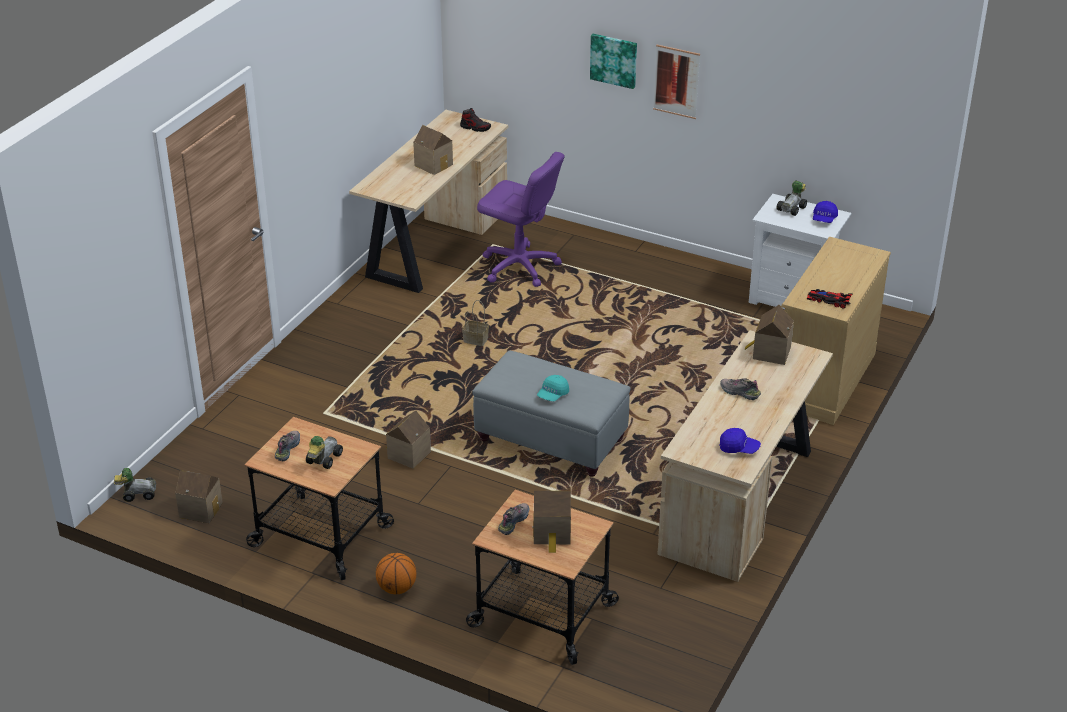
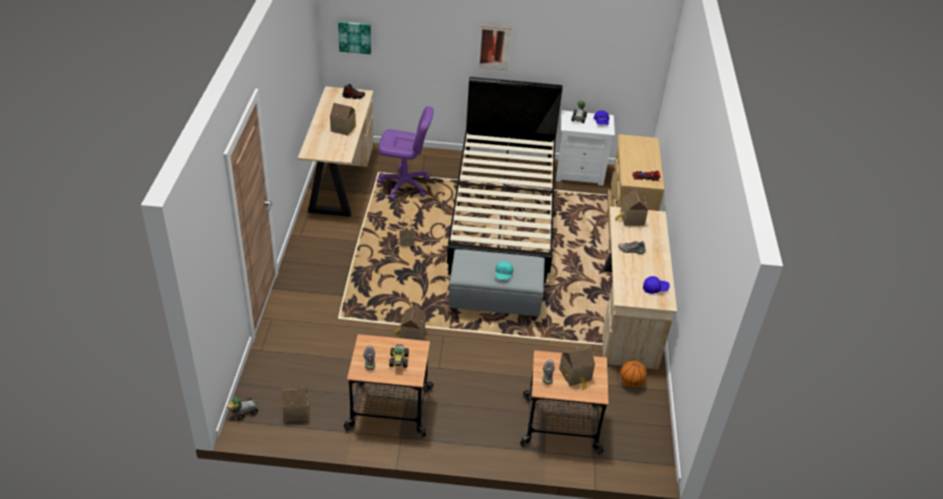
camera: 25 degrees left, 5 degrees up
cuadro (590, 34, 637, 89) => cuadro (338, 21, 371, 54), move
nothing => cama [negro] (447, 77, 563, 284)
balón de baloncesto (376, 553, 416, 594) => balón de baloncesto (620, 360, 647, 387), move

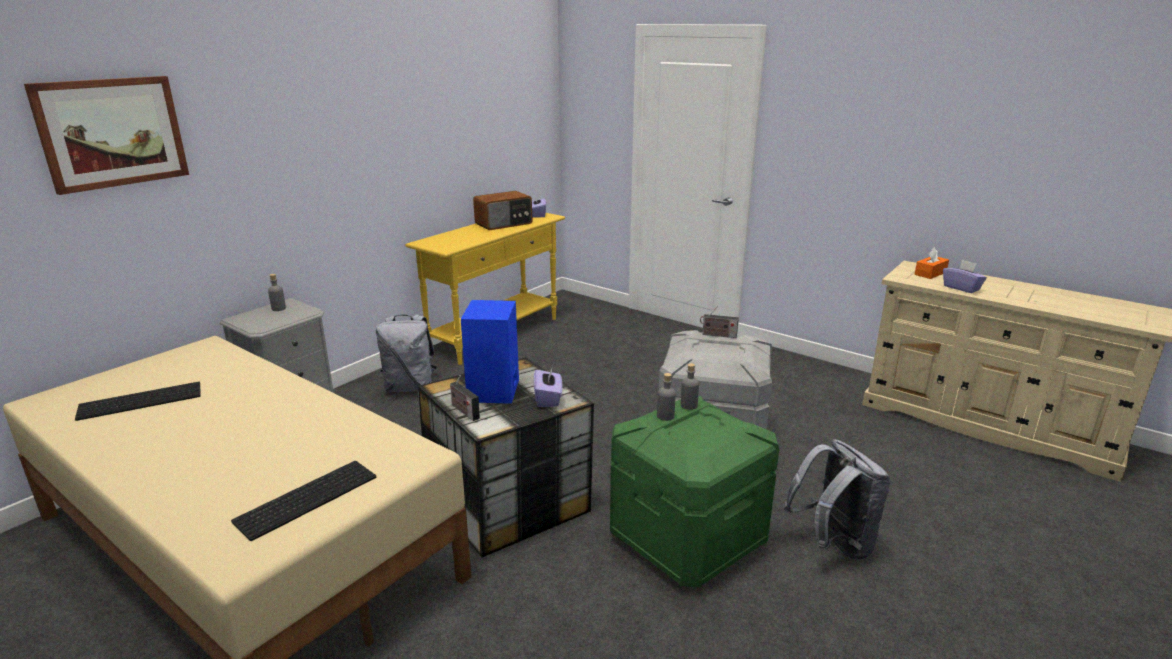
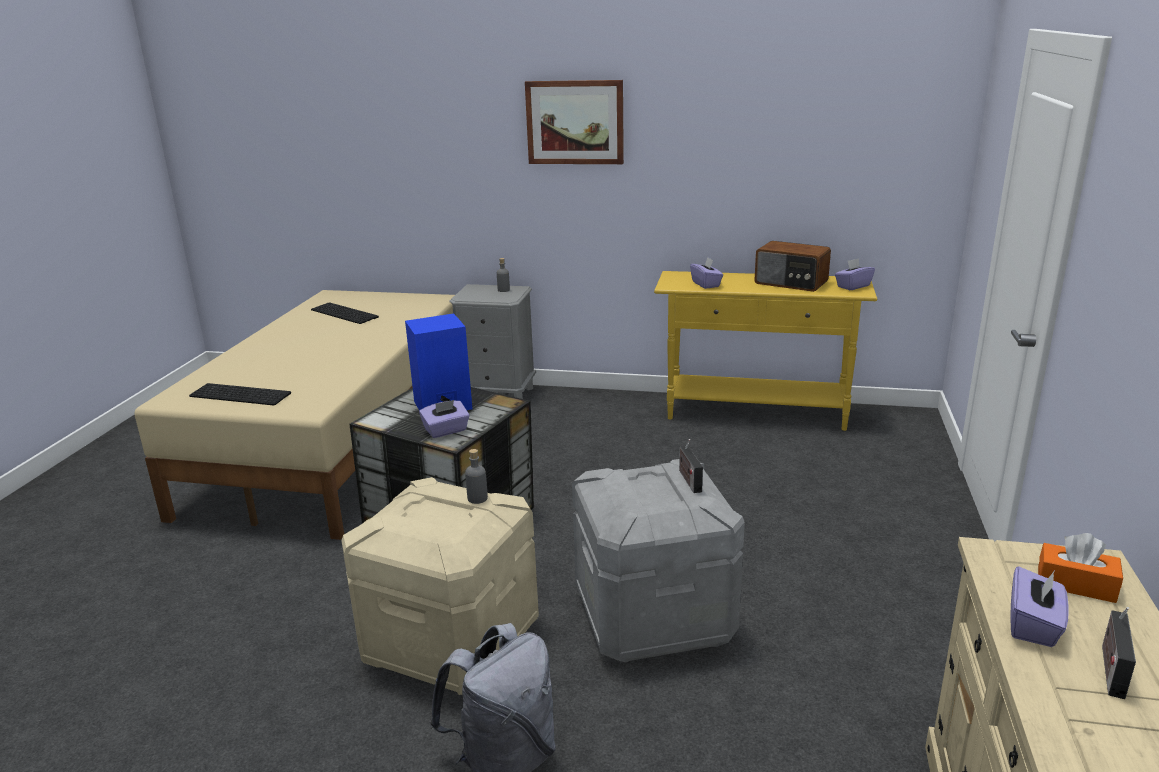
camera: 65 degrees right, 0 degrees up
caja de almacenaje [verde] (610, 396, 779, 587) => caja de almacenaje [beis] (341, 477, 539, 695)
cuadro (24, 76, 189, 195) => cuadro (525, 80, 624, 164), move
nothing => caja de pañuelos [morado] (690, 257, 723, 289)
radio (450, 376, 480, 421) => radio (1102, 607, 1136, 699), move
mochila [gris] (376, 314, 437, 392) => nothing
botella [gris] (657, 373, 676, 421) => nothing

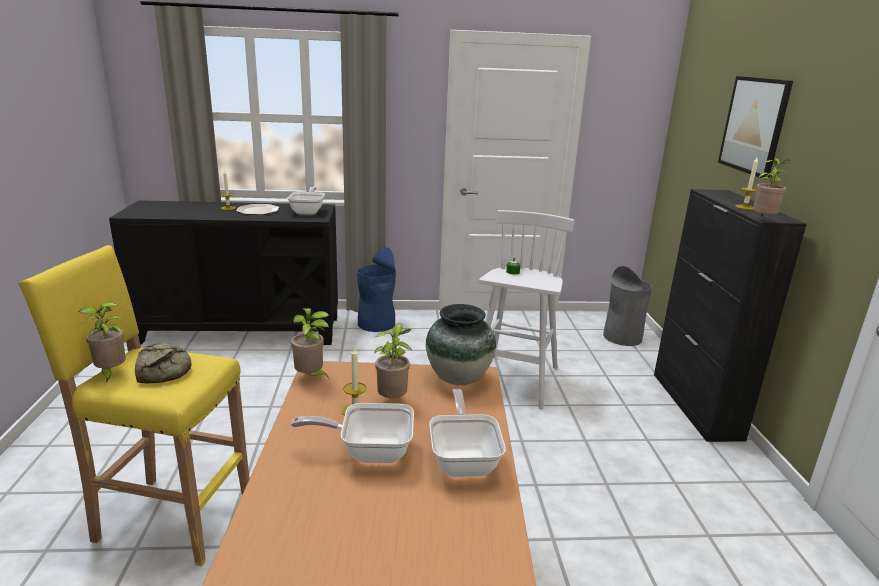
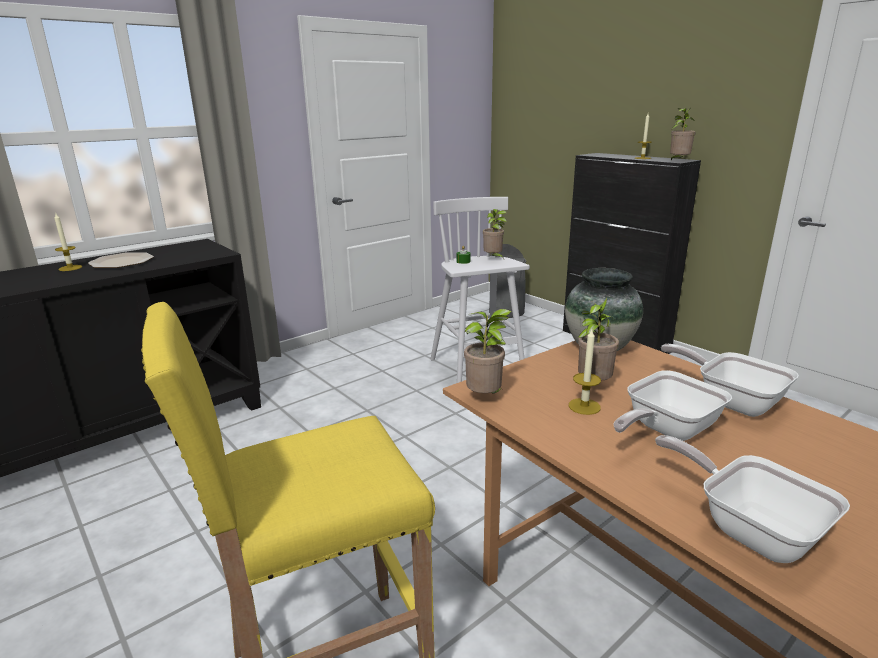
camera: 35 degrees left, 0 degrees up
planta en maceta (79, 302, 126, 383) => planta en maceta (483, 209, 507, 259), move
sartén (287, 187, 325, 215) => sartén (655, 435, 850, 563), move
pan (135, 343, 192, 383) => nothing
papelera [azul] (357, 247, 396, 332) => nothing
cuadro (718, 76, 793, 179) => nothing

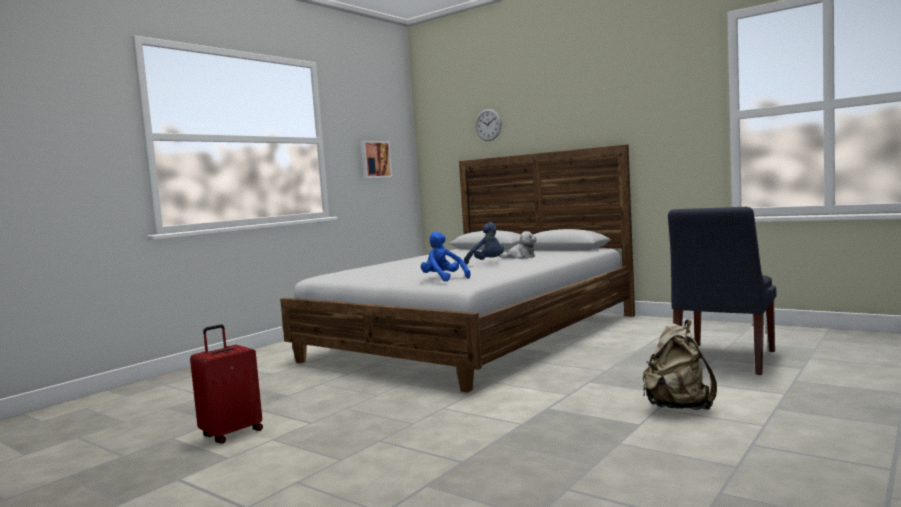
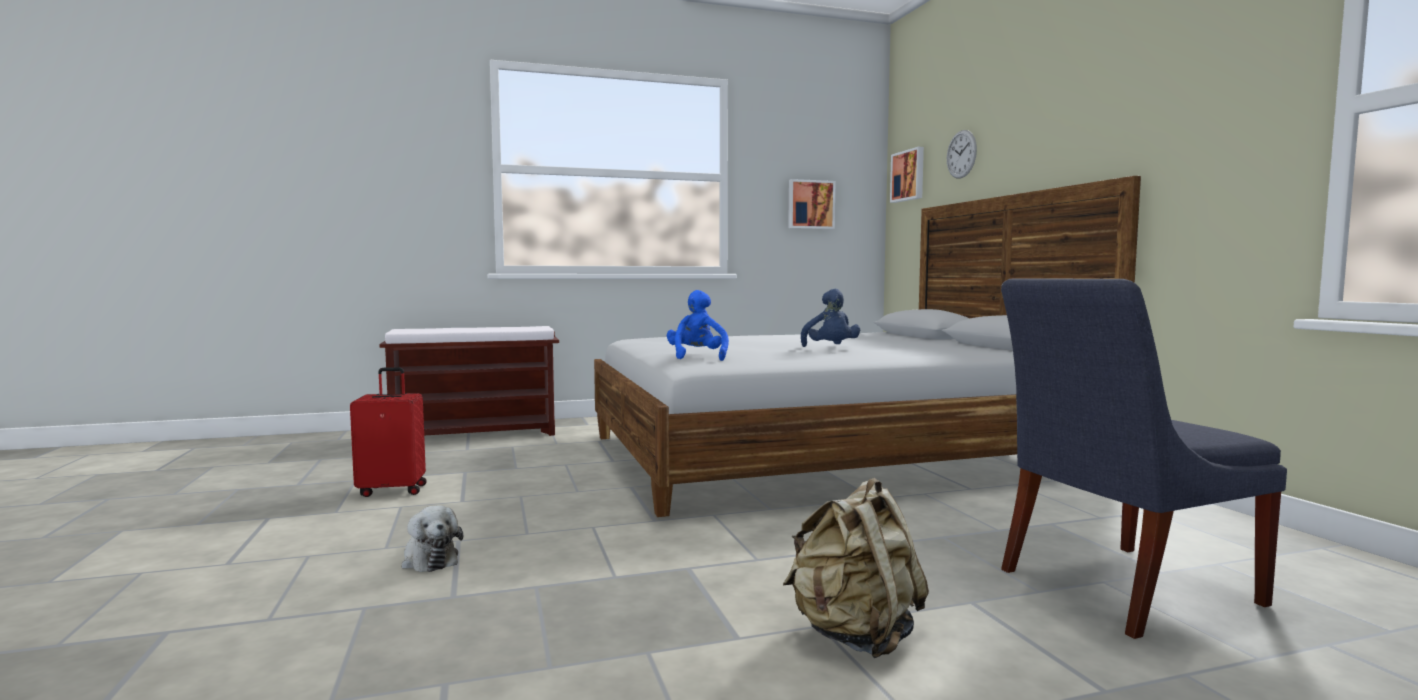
camera: 35 degrees right, 0 degrees up
nothing => banco [marrón] (379, 326, 559, 436)
peluche (499, 231, 537, 259) => peluche (401, 505, 463, 572), move
nothing => cuadro (890, 147, 924, 203)

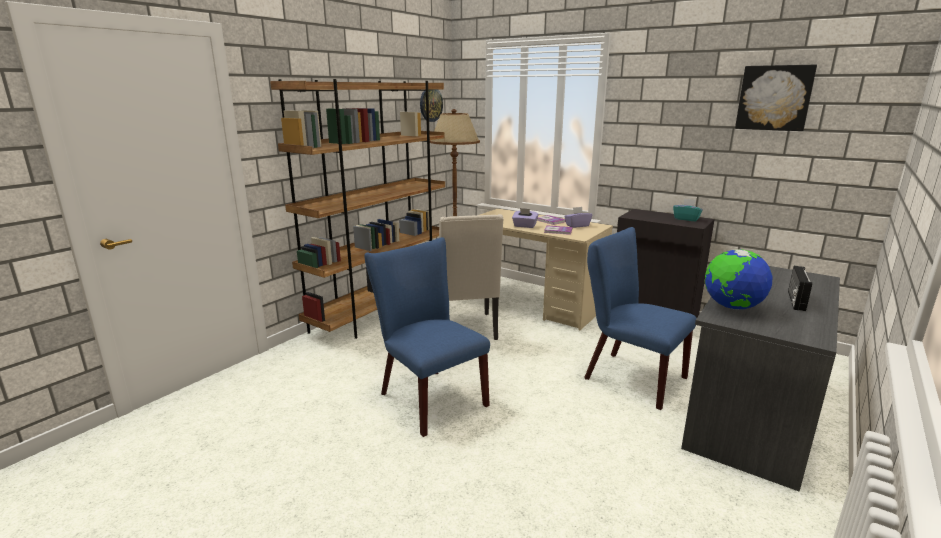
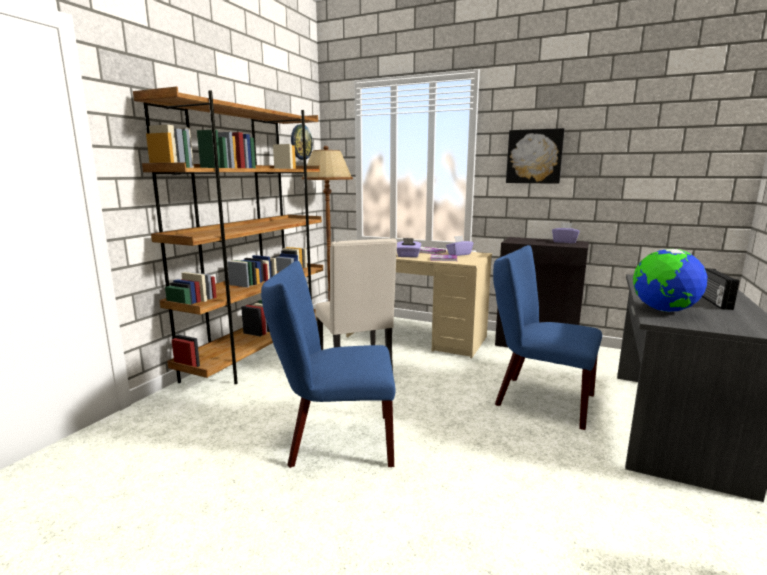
camera: 10 degrees left, 5 degrees down
silla [azul] (364, 237, 490, 437) => silla [azul] (261, 261, 396, 468), 45 degrees counterclockwise
cuadro (735, 65, 817, 131) => cuadro (506, 128, 565, 184), move
caja de pañuelos [turquesa] (673, 198, 703, 221) => caja de pañuelos [morado] (552, 222, 579, 243)

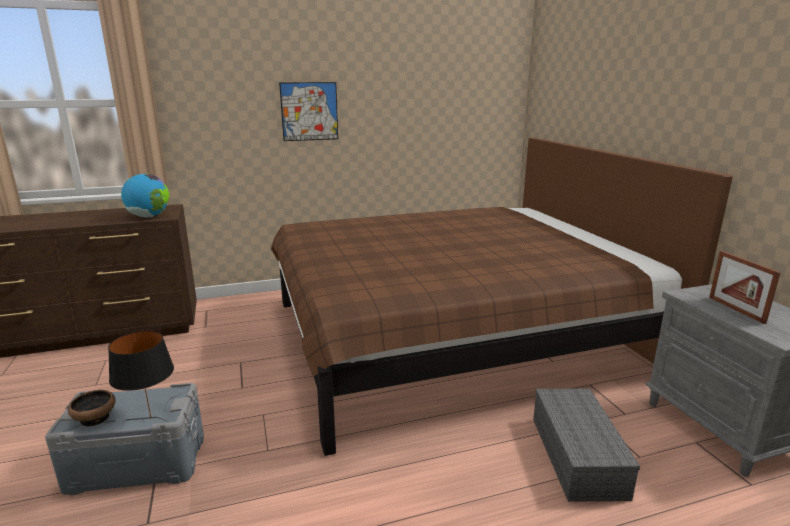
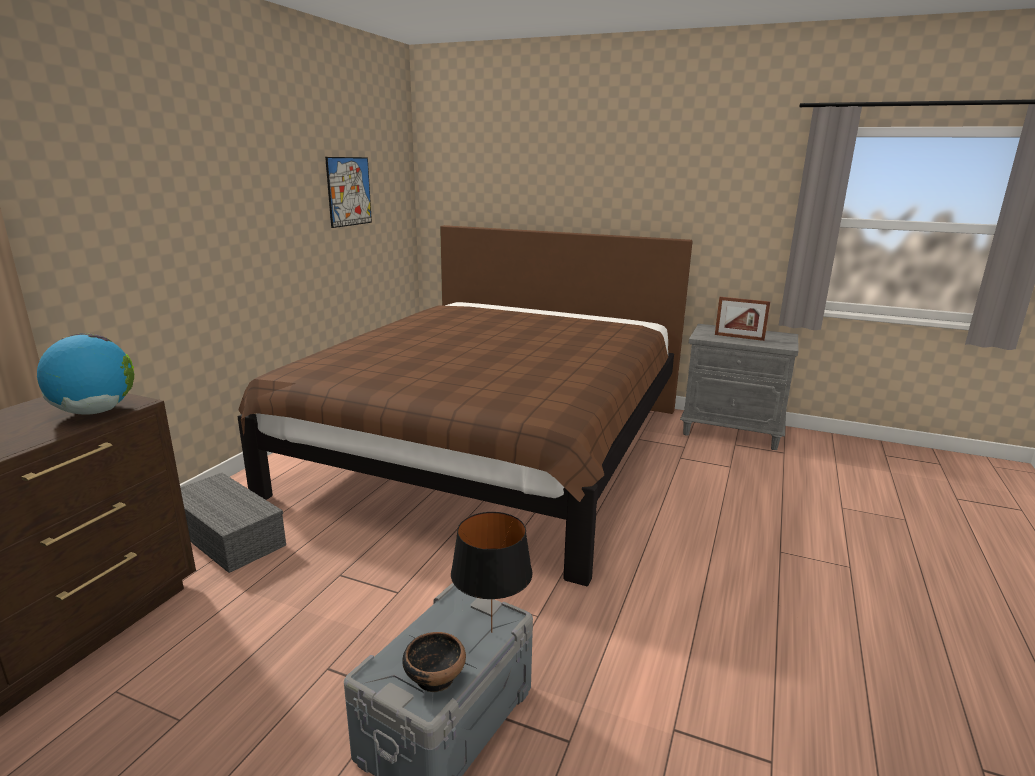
camera: 50 degrees left, 0 degrees up
caja de almacenaje [gris] (533, 388, 640, 502) => caja de almacenaje [gris] (180, 473, 286, 573), move
cuadro (279, 82, 338, 141) => cuadro (325, 157, 372, 228), move

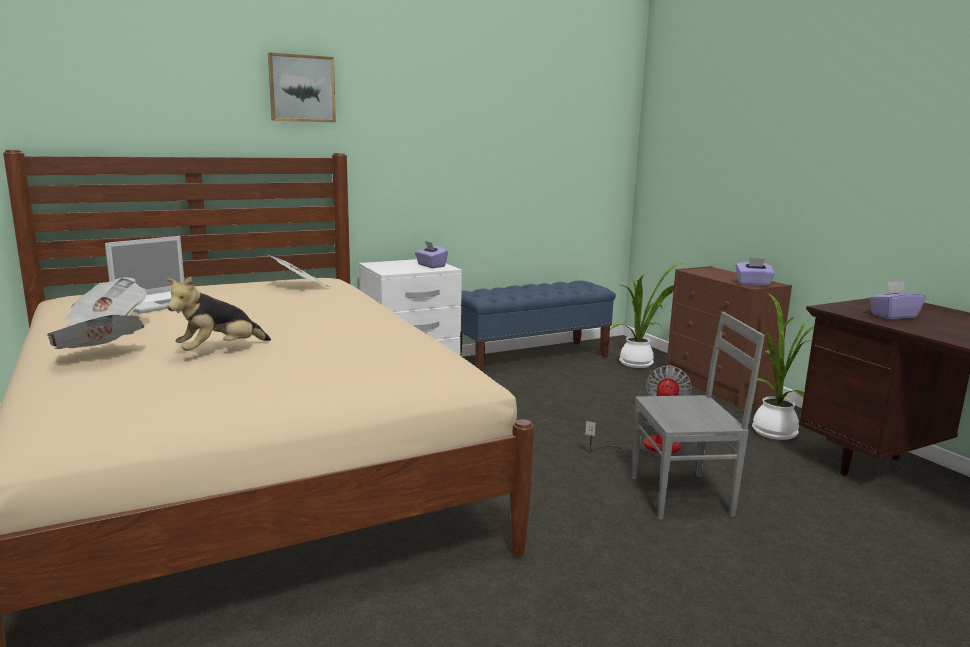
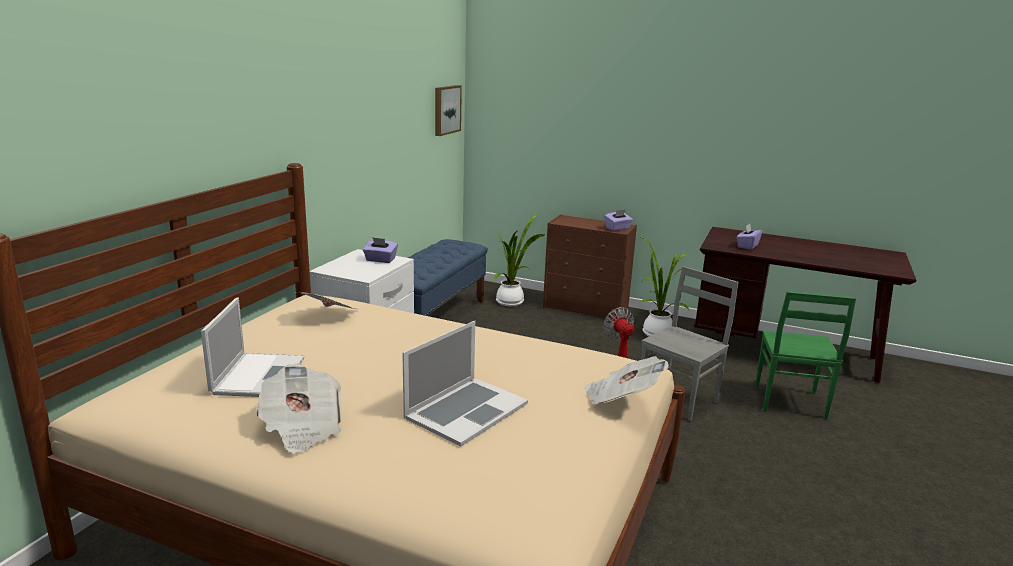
camera: 40 degrees left, 5 degrees up
peluche (166, 277, 271, 351) => portátil (402, 321, 528, 447)
cuadro (268, 53, 336, 122) => cuadro (435, 85, 462, 136), move
periódico (47, 315, 144, 349) => periódico (585, 356, 669, 405), move
nothing => silla [verde] (755, 291, 856, 419)

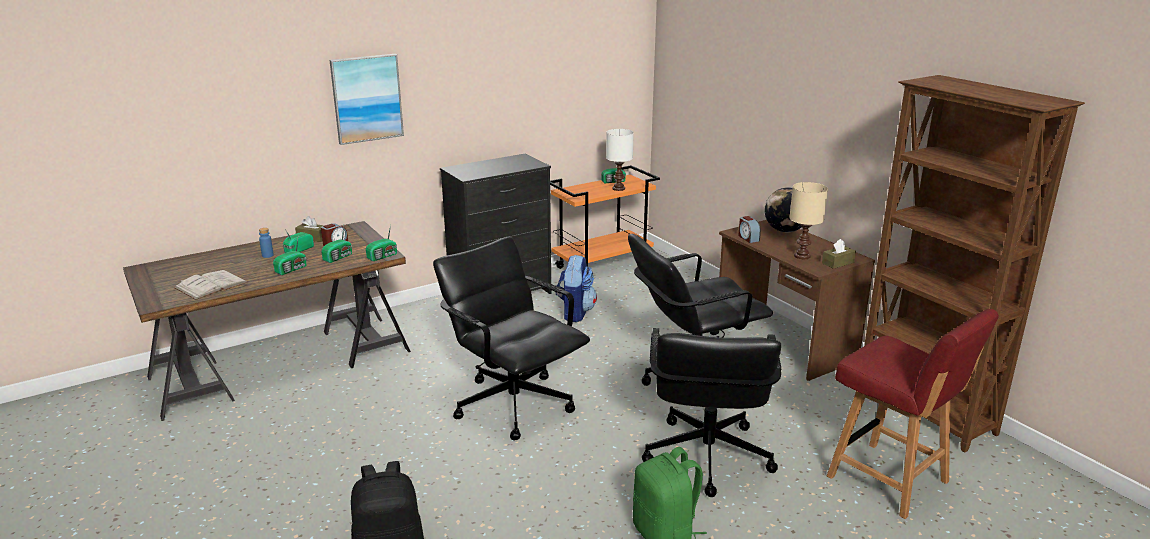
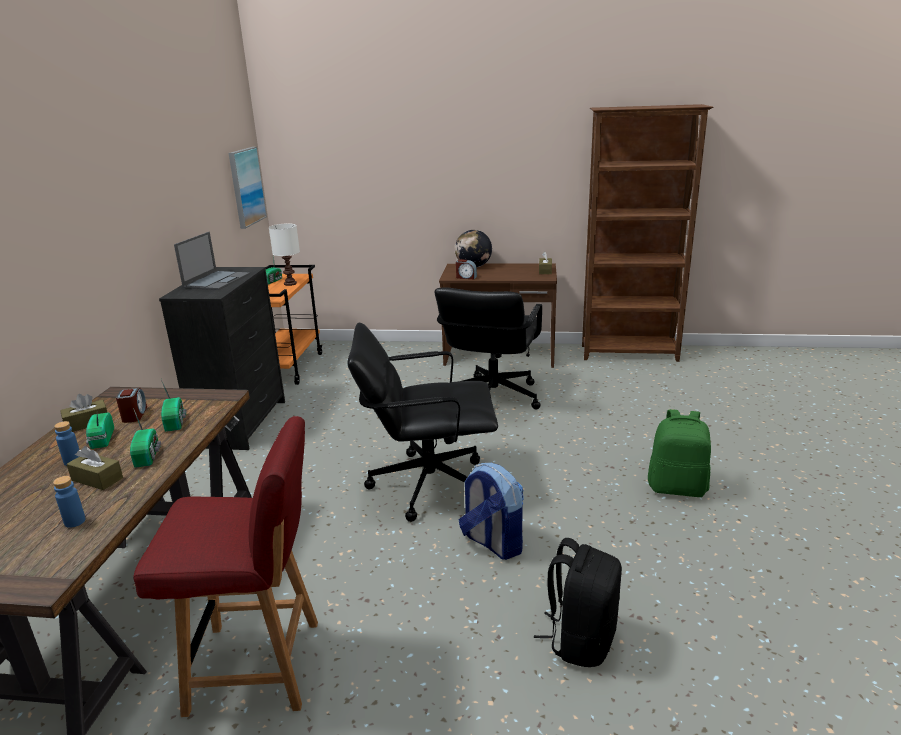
camera: 50 degrees left, 0 degrees up
libro [blanco] (174, 270, 247, 300) => botella [azul] (53, 476, 86, 528)
nothing => caja de pañuelos [marrón] (67, 446, 123, 490)
silla [rojo] (827, 309, 999, 519) => silla [rojo] (133, 416, 318, 717), move
nothing => portátil (174, 232, 250, 290)
cuadro (330, 54, 404, 145) => cuadro (229, 147, 267, 229), move
mochila (556, 255, 597, 322) => mochila (459, 463, 524, 560), move
radio (366, 225, 397, 261) => nothing
silla de oficina [negro] (642, 328, 782, 497) => nothing
lámpara de mesa [beis] (789, 182, 828, 259) => nothing

